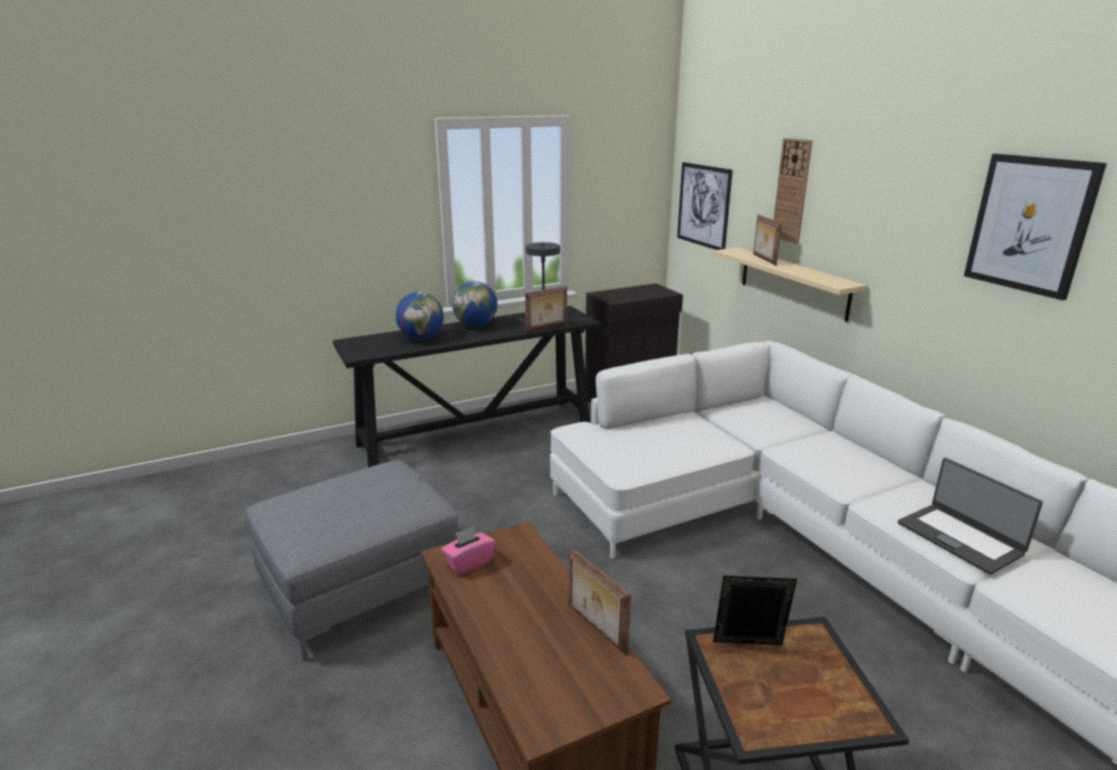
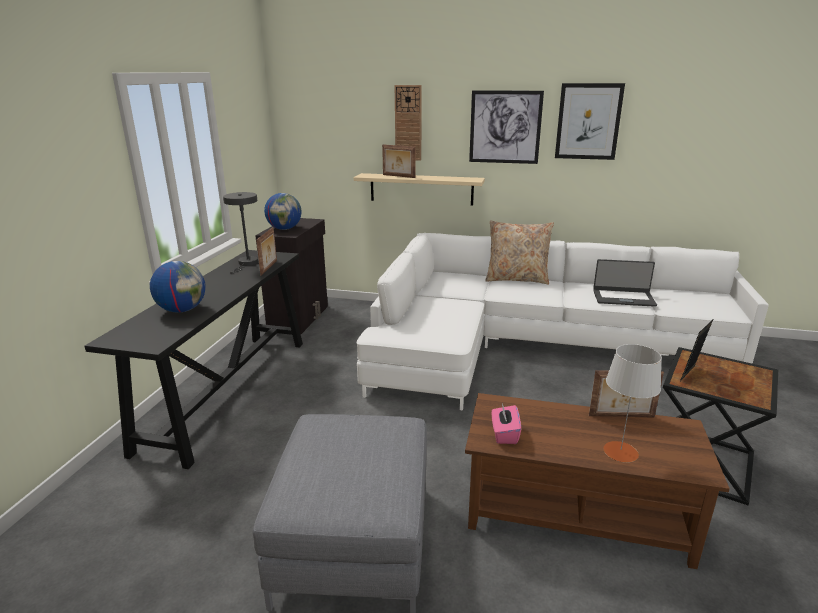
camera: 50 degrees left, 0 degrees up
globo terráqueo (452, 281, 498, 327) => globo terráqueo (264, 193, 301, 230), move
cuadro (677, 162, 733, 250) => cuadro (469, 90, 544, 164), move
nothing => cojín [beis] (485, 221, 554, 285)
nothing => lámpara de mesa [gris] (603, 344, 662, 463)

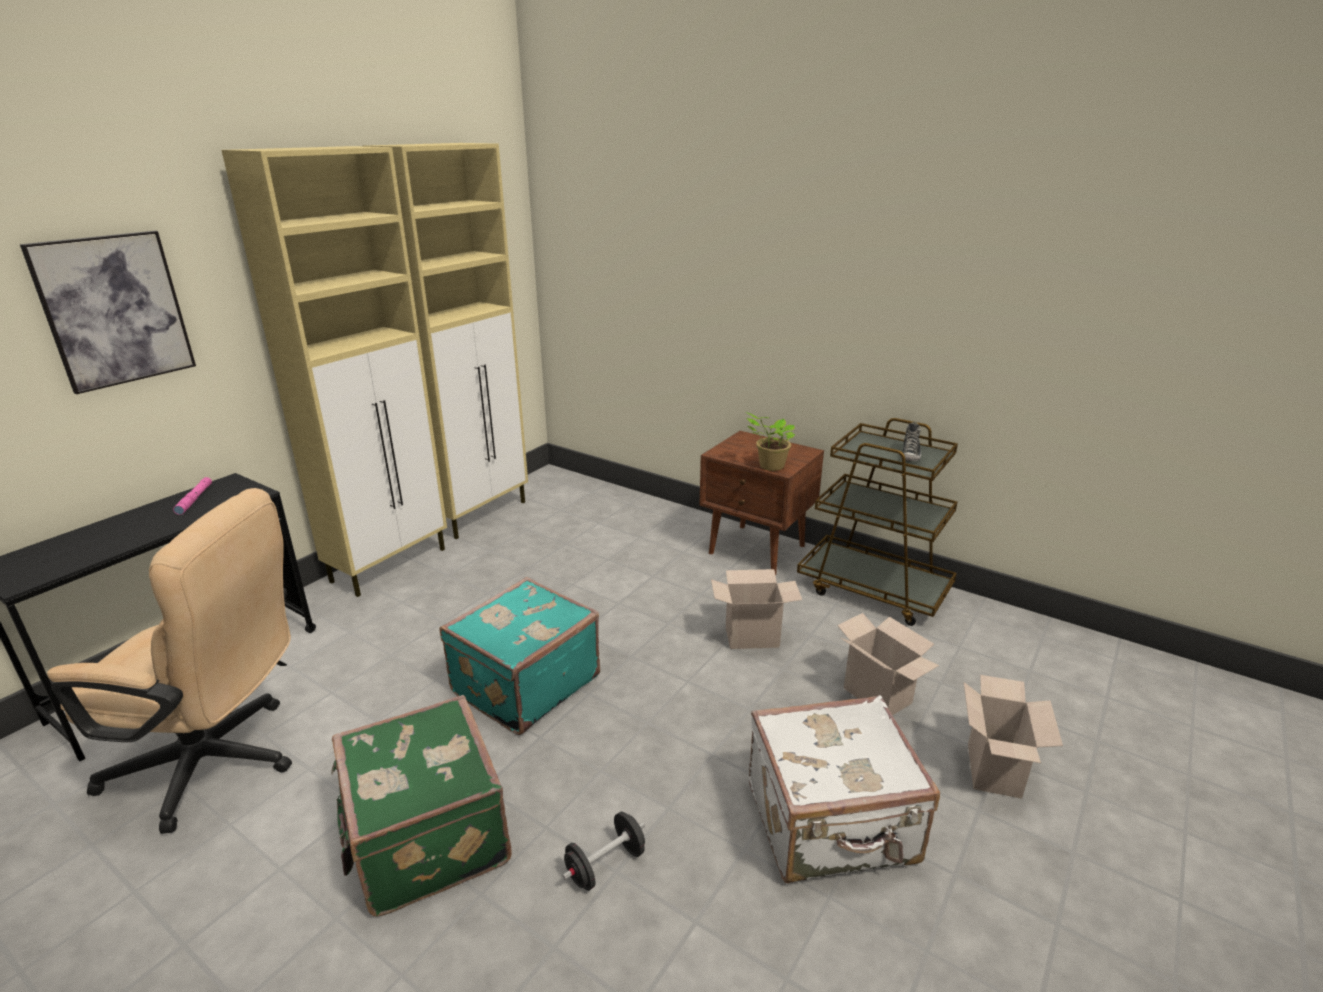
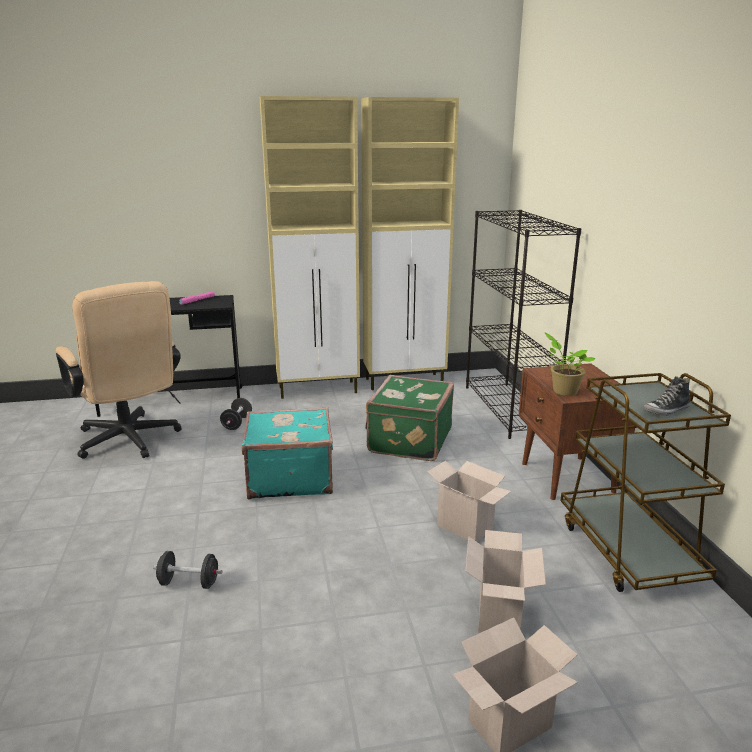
camera: 45 degrees right, 5 degrees down
nothing => mancuerna [negro] (220, 398, 252, 430)
maleta [verde] (331, 695, 512, 917) => maleta [verde] (365, 375, 454, 461), move
nothing => estantería [negro] (466, 210, 581, 439)
cuadro (20, 231, 196, 394) => nothing
maleta [blanco] (749, 695, 940, 883) => nothing

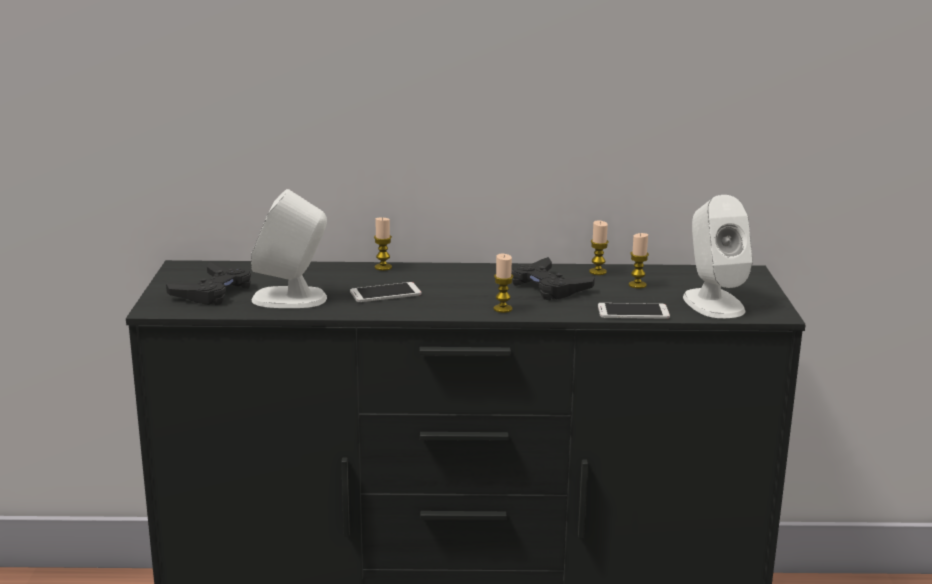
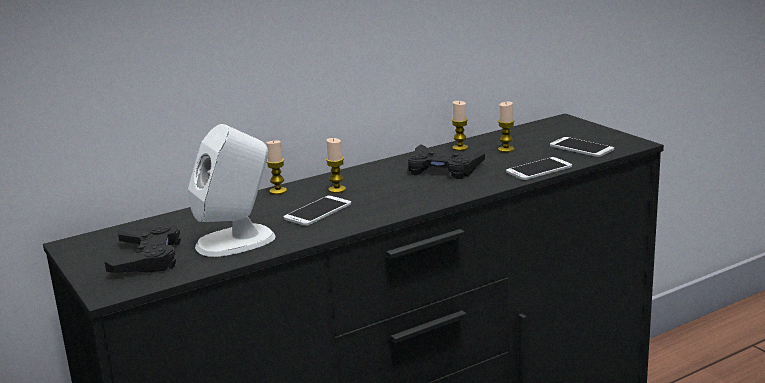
camera: 30 degrees left, 0 degrees up
vela (493, 254, 513, 313) => vela (326, 138, 346, 193), move
altavoz [blanco] (683, 195, 753, 318) => móvil (550, 137, 614, 157)

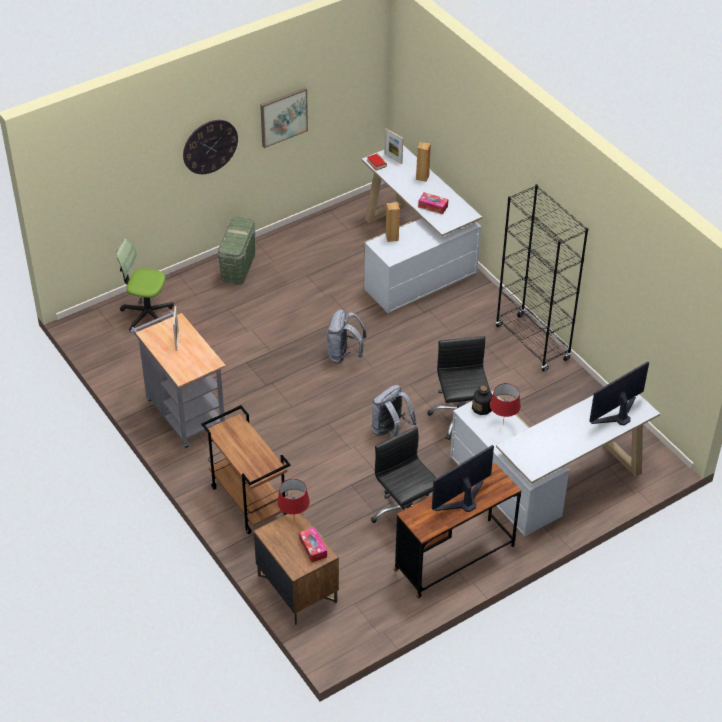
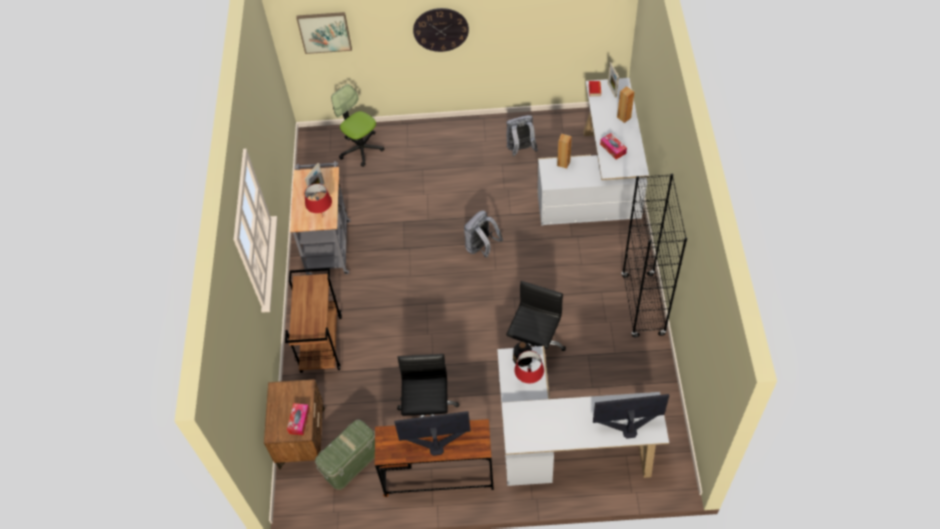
camera: 35 degrees right, 10 degrees up
cuadro (260, 87, 308, 148) => cuadro (296, 12, 352, 54), move
lámpara de mesa [rojo] (277, 479, 310, 515) => lámpara de mesa [rojo] (304, 183, 332, 217), move
caja de almacenaje [verde] (218, 217, 255, 285) => caja de almacenaje [verde] (315, 419, 375, 490), move
mochila [gris] (372, 385, 417, 438) => mochila [gris] (506, 115, 538, 157), move

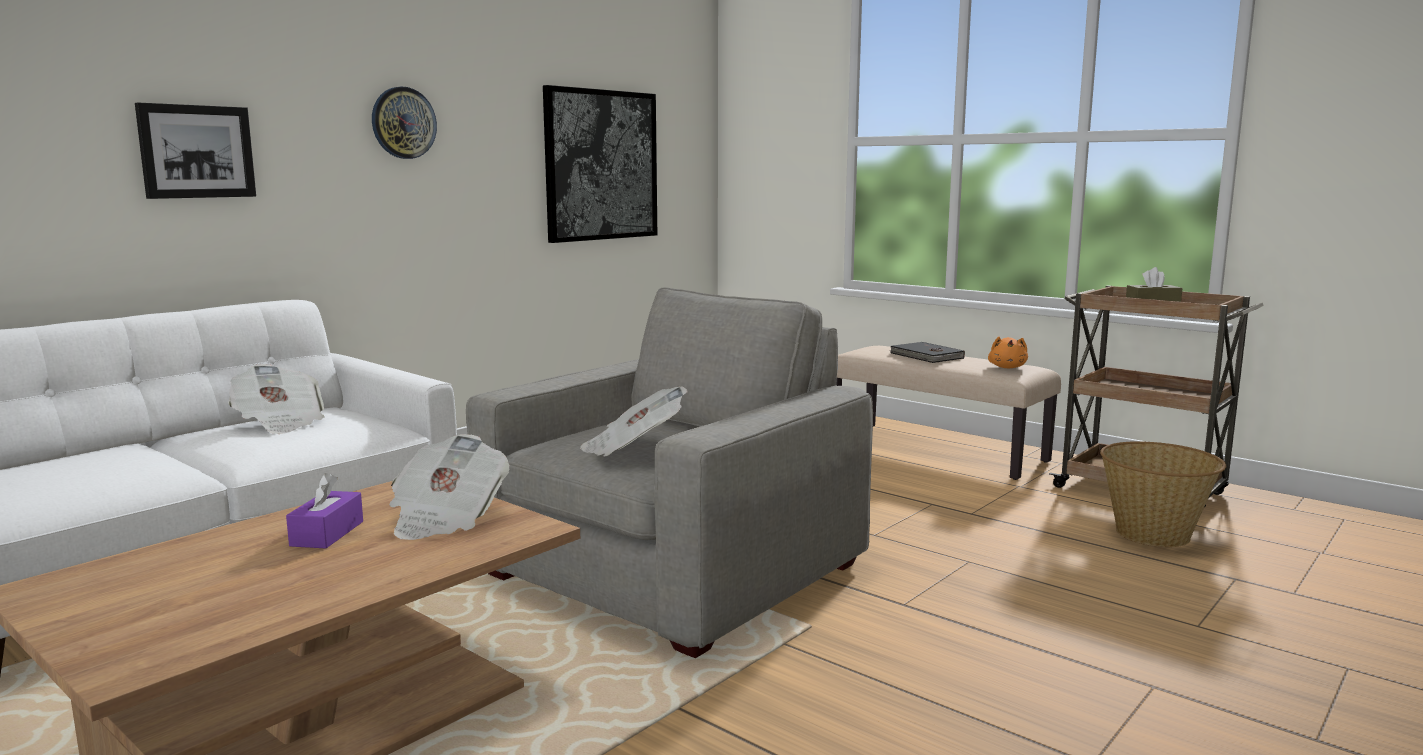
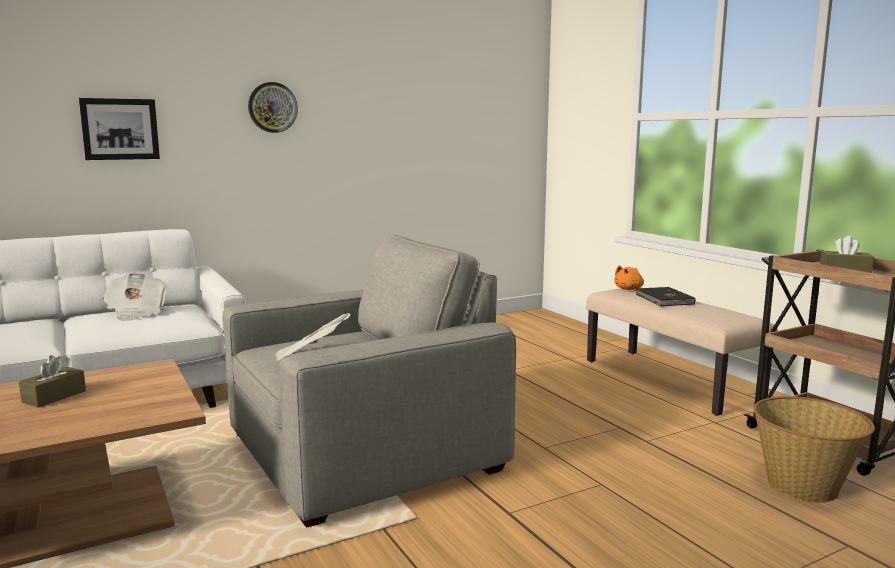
camera: 20 degrees right, 0 degrees up
caja de pañuelos [morado] (286, 473, 363, 549) => caja de pañuelos [marrón] (19, 355, 86, 408)
peluche [naranja] (988, 336, 1028, 368) => peluche [naranja] (614, 265, 644, 290), move
periódico (389, 434, 510, 540) => nothing
cuadro (543, 85, 657, 243) => nothing

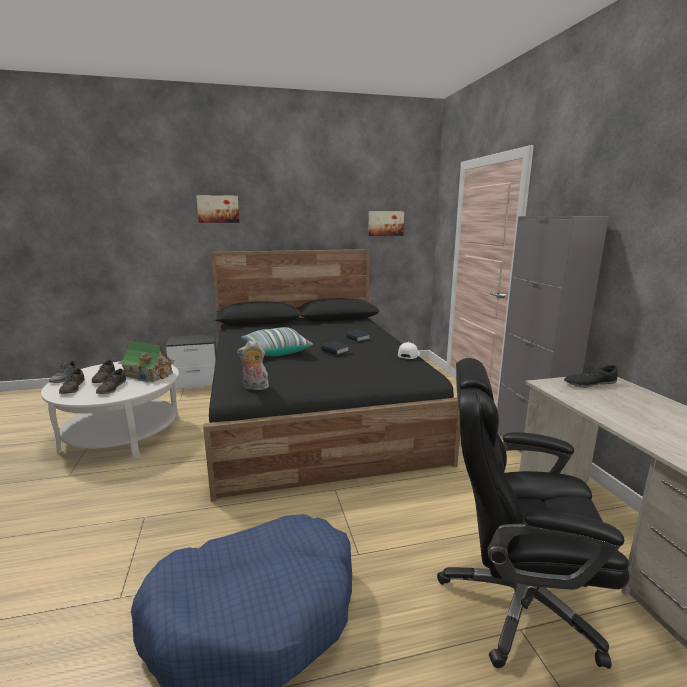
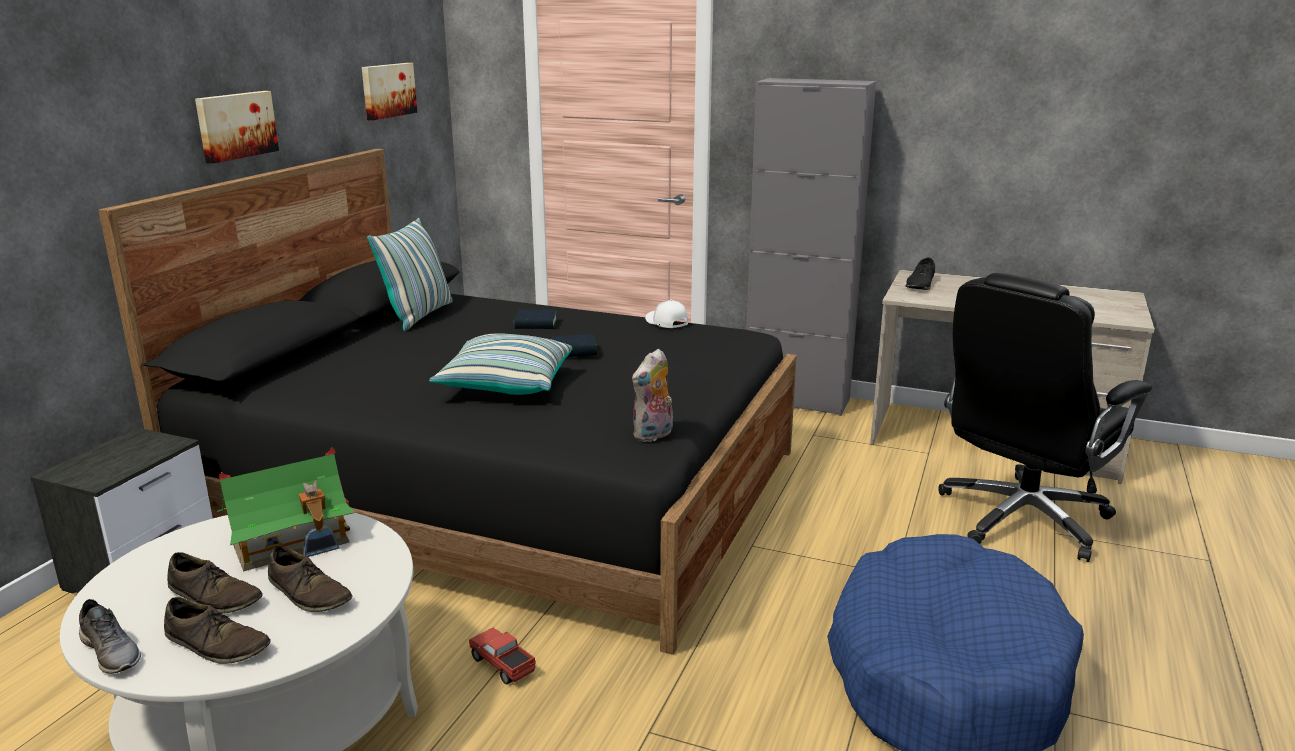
camera: 55 degrees left, 5 degrees up
cuadro (196, 195, 240, 223) => cuadro (195, 91, 279, 164), move
nothing => cojín (367, 218, 452, 331)
nothing => camión de juguete (469, 628, 536, 684)

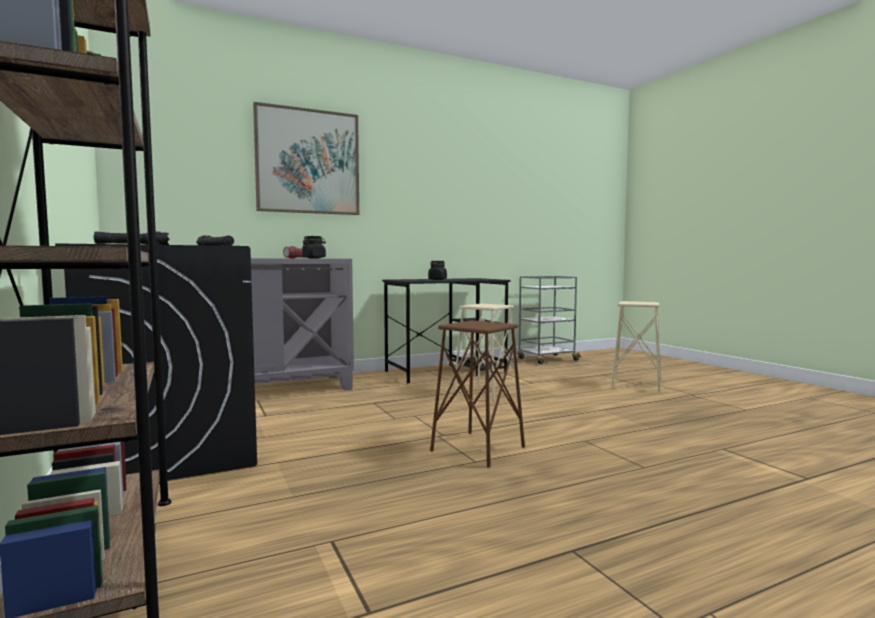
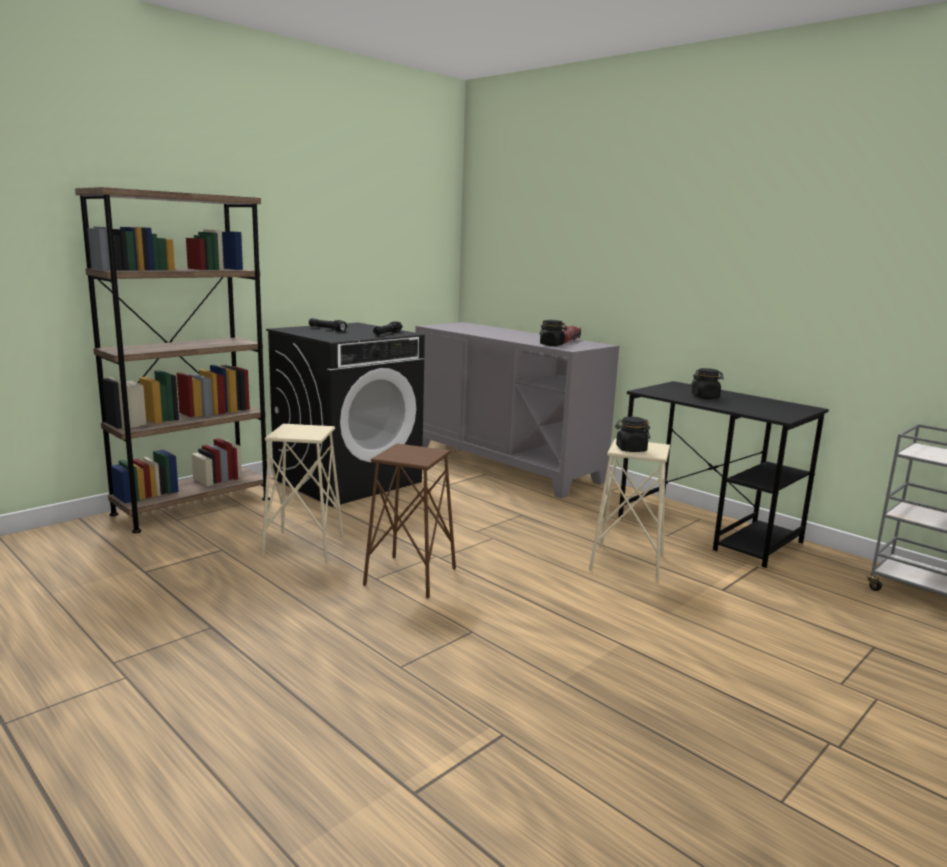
camera: 70 degrees right, 10 degrees up
taburete [beis] (611, 301, 661, 392) => taburete [beis] (261, 424, 343, 561), move
nothing => tarro [negro] (615, 417, 650, 452)
cuadro (253, 102, 359, 215) => nothing

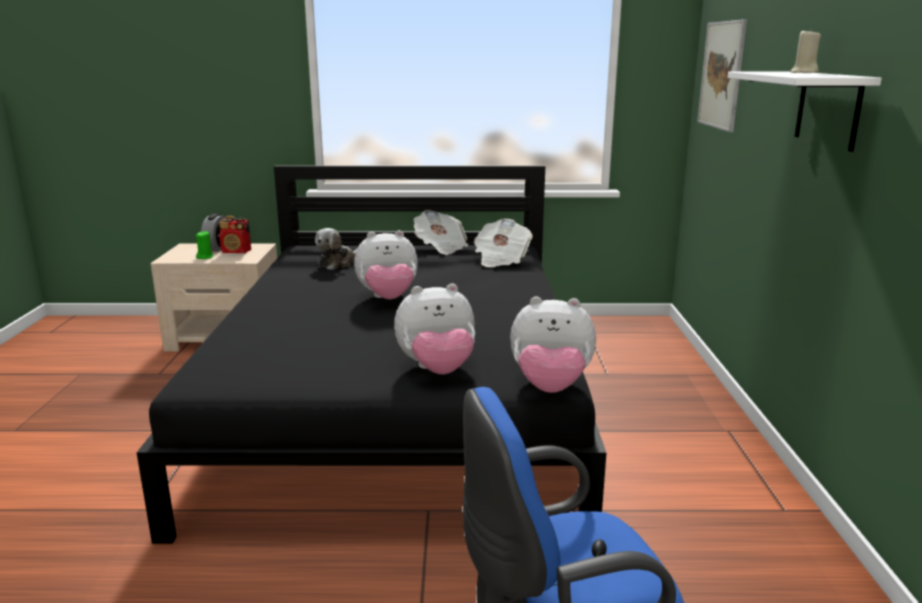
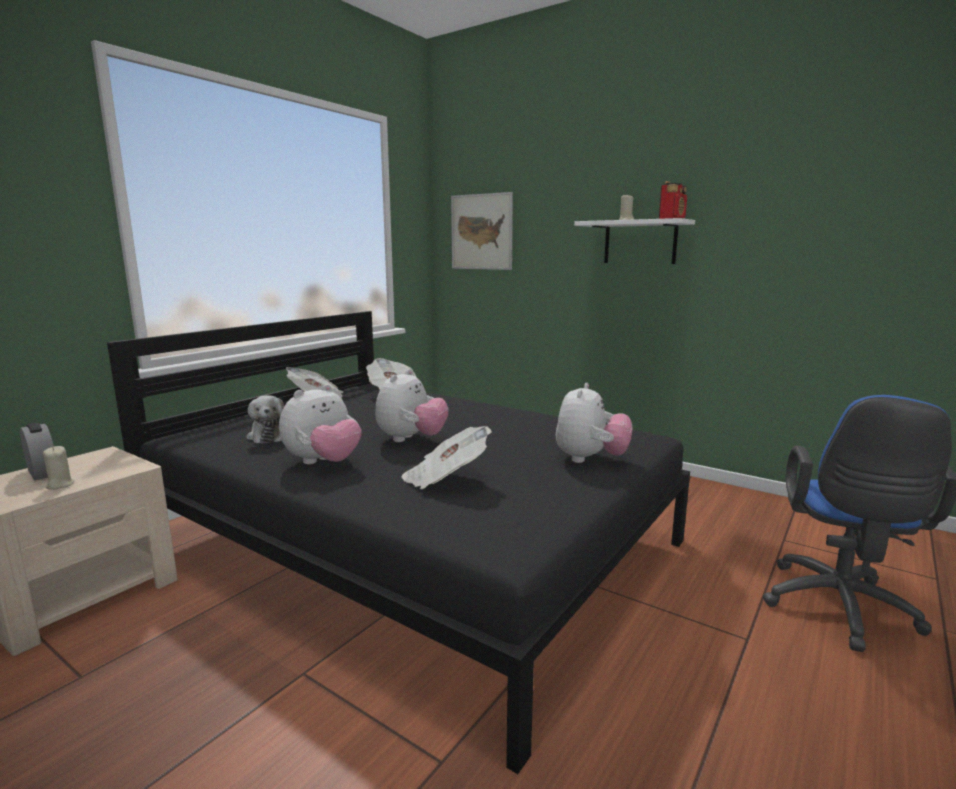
camera: 55 degrees left, 5 degrees down
vela [verde] (196, 231, 214, 259) => vela [beis] (43, 446, 74, 489)
peluche (510, 296, 596, 393) => peluche (279, 384, 362, 464), move
nothing => periódico (401, 426, 492, 489)
radio (219, 216, 251, 253) => radio (659, 181, 687, 219), move

